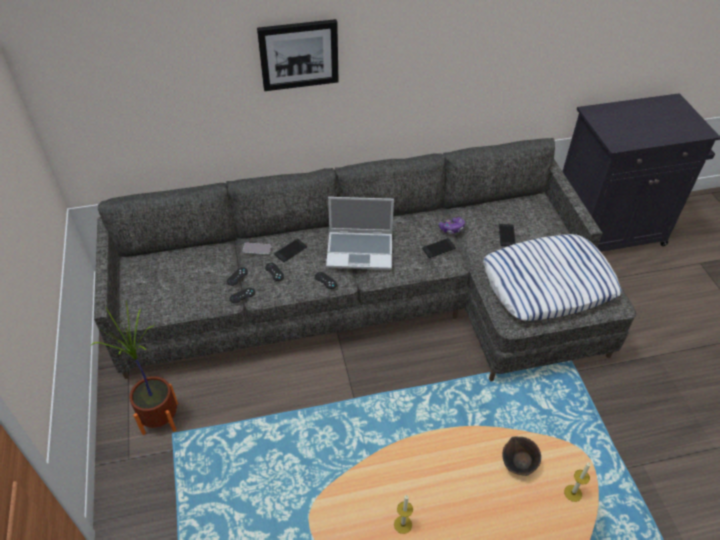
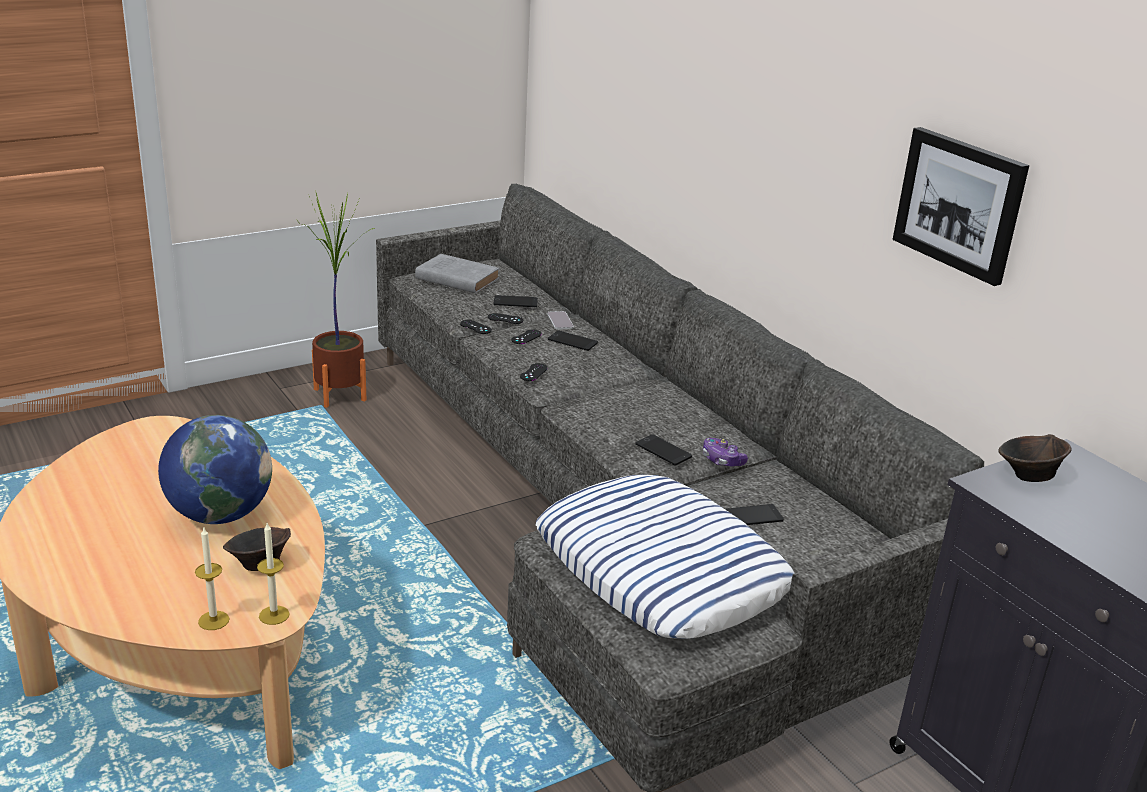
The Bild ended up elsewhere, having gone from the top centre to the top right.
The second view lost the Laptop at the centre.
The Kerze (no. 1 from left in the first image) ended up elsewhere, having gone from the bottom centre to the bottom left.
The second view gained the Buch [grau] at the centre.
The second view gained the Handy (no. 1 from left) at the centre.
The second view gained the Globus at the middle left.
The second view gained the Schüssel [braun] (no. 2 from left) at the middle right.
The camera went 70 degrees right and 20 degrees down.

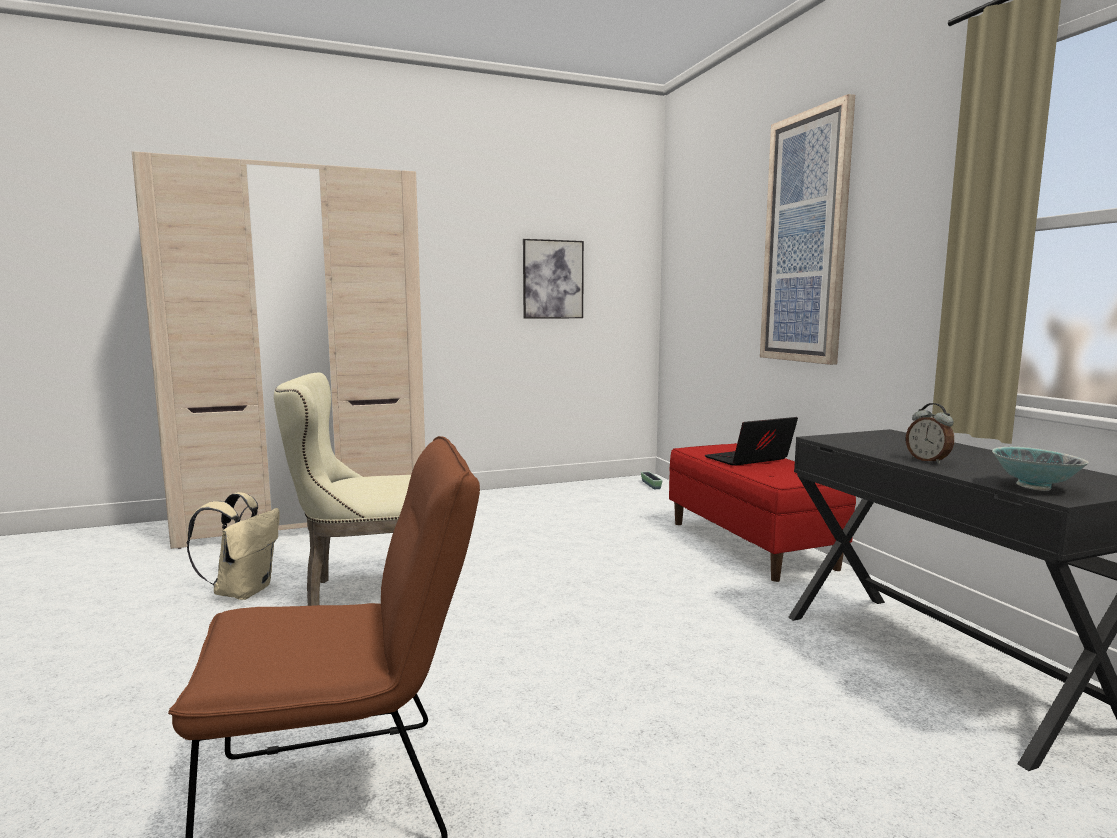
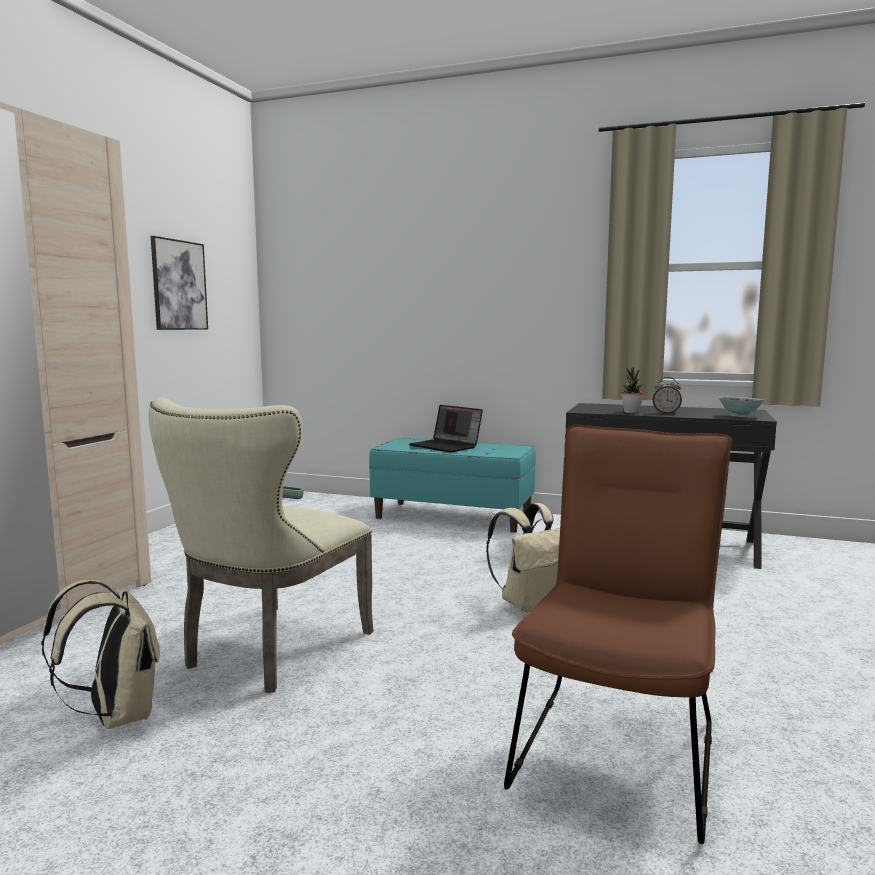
The second view lost the Bild (no. 2 from left) at the top right.
The Laptop at the middle right ended up facing another way, 60 degrees counterclockwise from before.
What was the Bank [rot] at the middle right turned into the Bank [türkis] at the centre.
The second view gained the Topfpflanze at the middle right.
The second view gained the Rucksack [beige] (no. 2 from left) at the centre.
The camera went 50 degrees left and 0 degrees up.

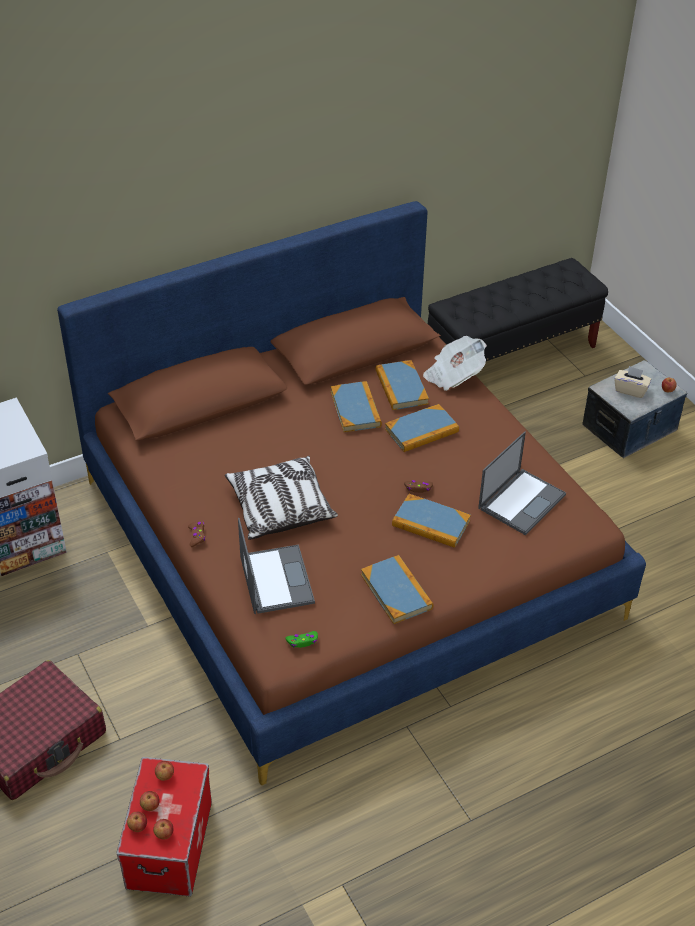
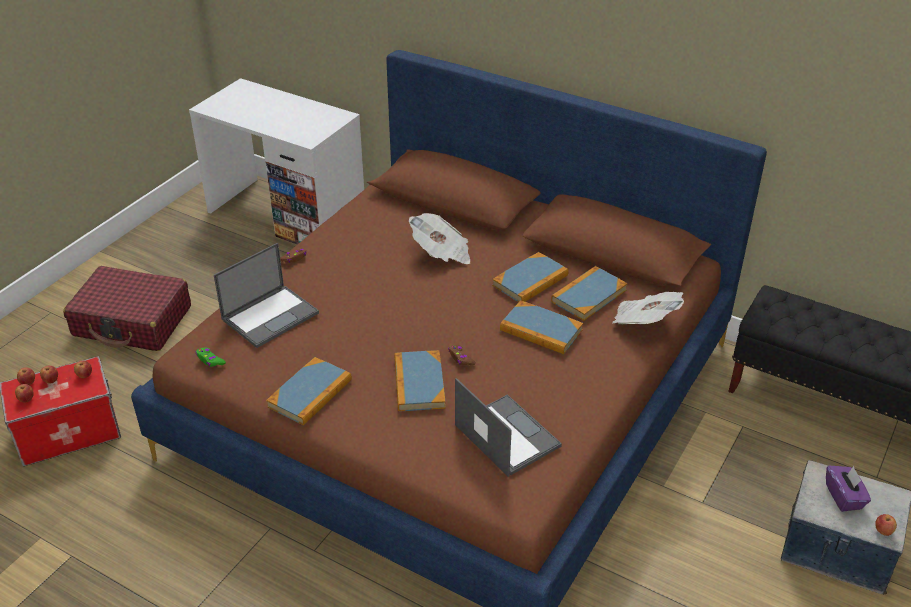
What was the Taschentuchbox [beige] at the middle right turned into the Taschentuchbox [lila] at the bottom right.
The Laptop (no. 2 from left) at the middle right ended up facing another way, 135 degrees counterclockwise from before.
The second view lost the Kissen at the centre.
The second view gained the Zeitung (no. 1 from left) at the centre.
The camera went 60 degrees right and 5 degrees down.

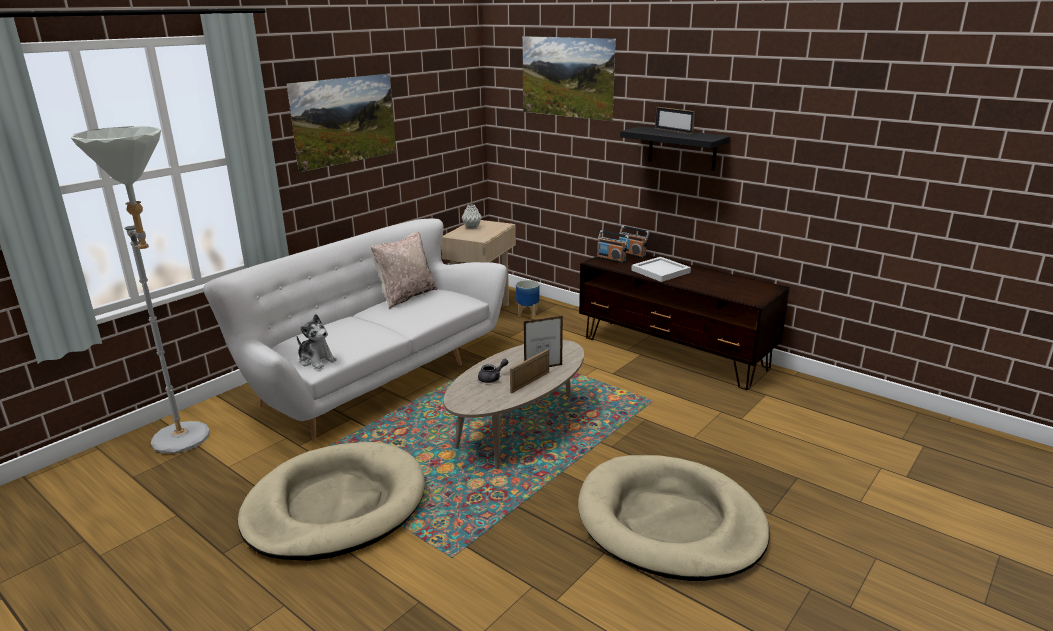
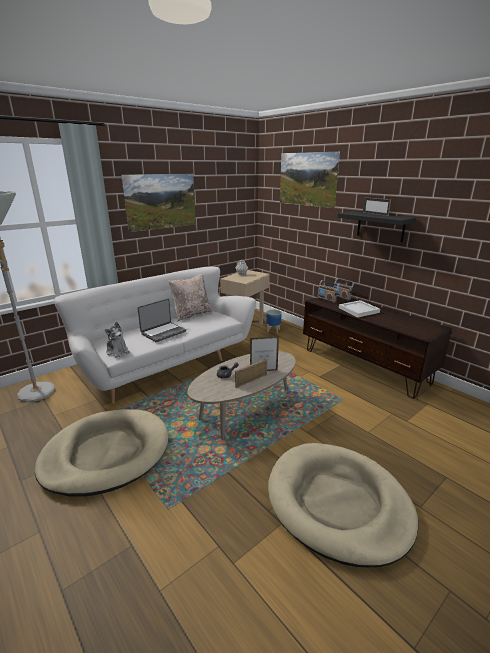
The second view gained the Laptop at the middle left.
The camera went 10 degrees right and 0 degrees up.

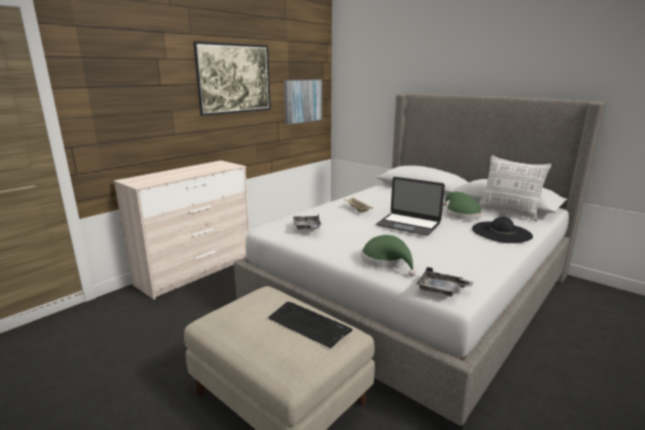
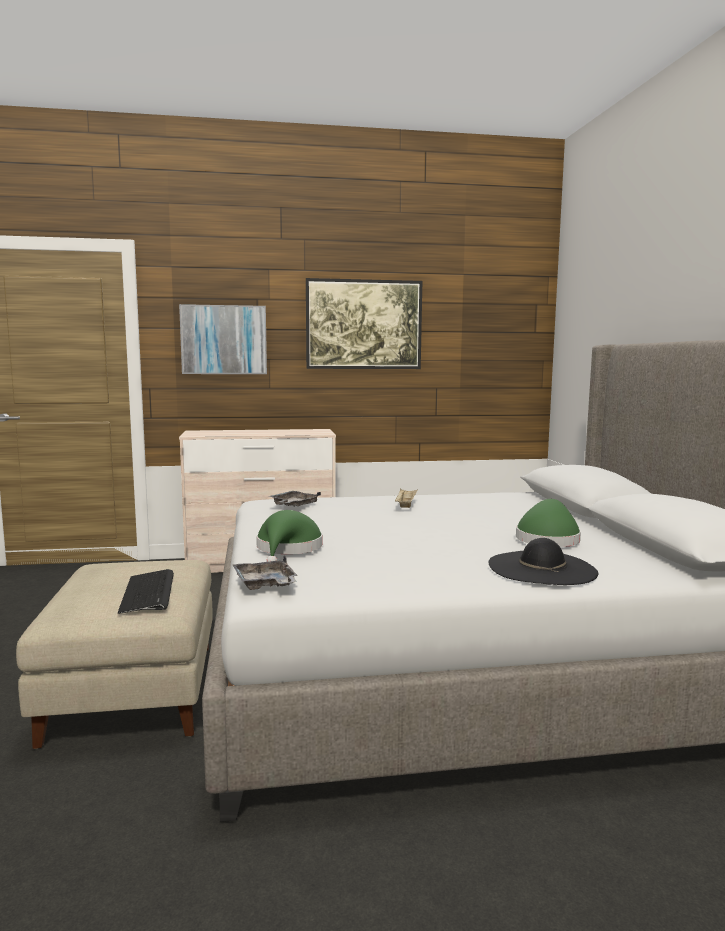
The Bild (no. 2 from left in the first image) ended up elsewhere, having gone from the top centre to the middle left.
The second view lost the Kissen at the middle right.
The second view lost the Laptop at the centre.
The camera went 40 degrees right and 10 degrees down.

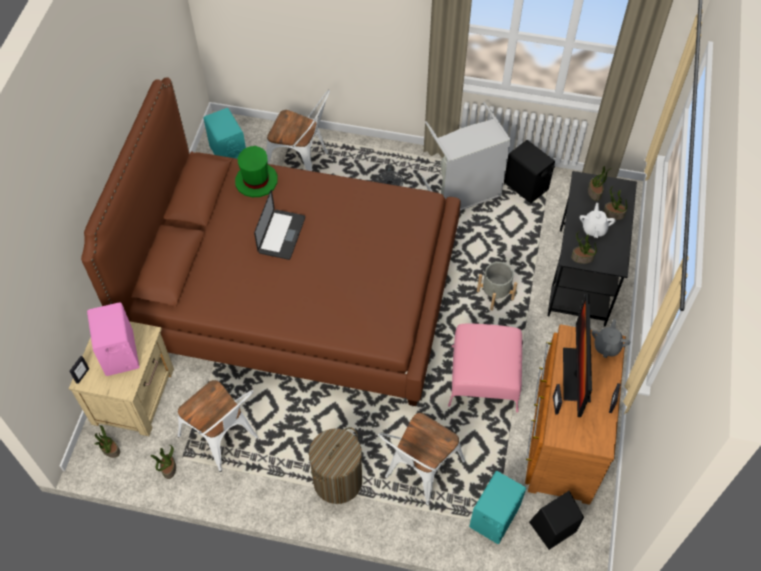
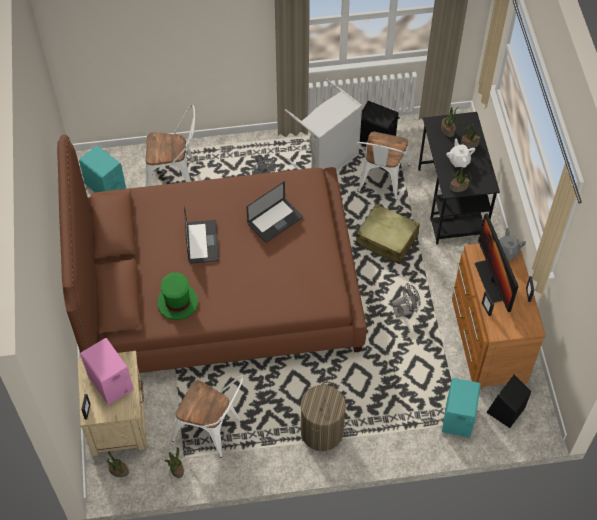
The Hut [grün] ended up elsewhere, having gone from the top centre to the middle left.
Where the Pflanzkübel [grau] stood at the centre, the Koffer [beige] came to stand at the centre.
Where the Polsterhocker [rosa] stood at the centre, the Ventilator [grau] (no. 2 from left) came to stand at the middle right.
The Stuhl [weiß] (no. 3 from left) ended up elsewhere, having gone from the bottom centre to the top centre.
The second view gained the Laptop (no. 2 from left) at the centre.
The camera went 20 degrees left and 0 degrees up.

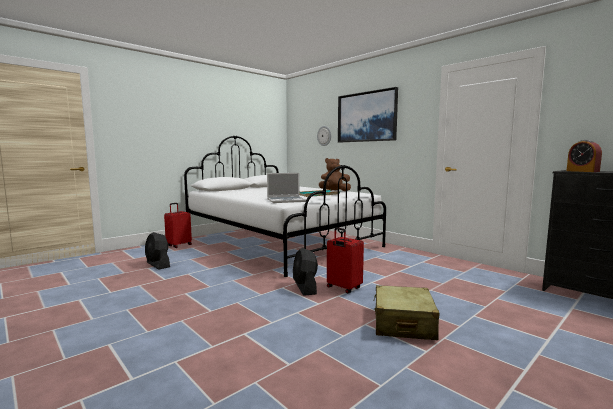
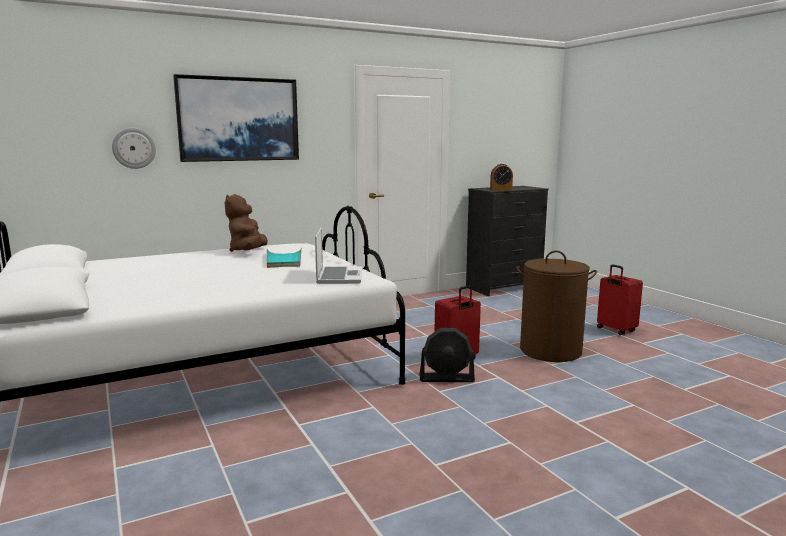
The Koffer [rot] (no. 1 from left in the first image) ended up elsewhere, having gone from the middle left to the middle right.
The second view lost the Ventilator [schwarz] (no. 1 from left) at the middle left.
Where the Koffer [beige] stood at the bottom centre, the Wäschekorb [braun] came to stand at the middle right.
The camera went 75 degrees left and 5 degrees up.

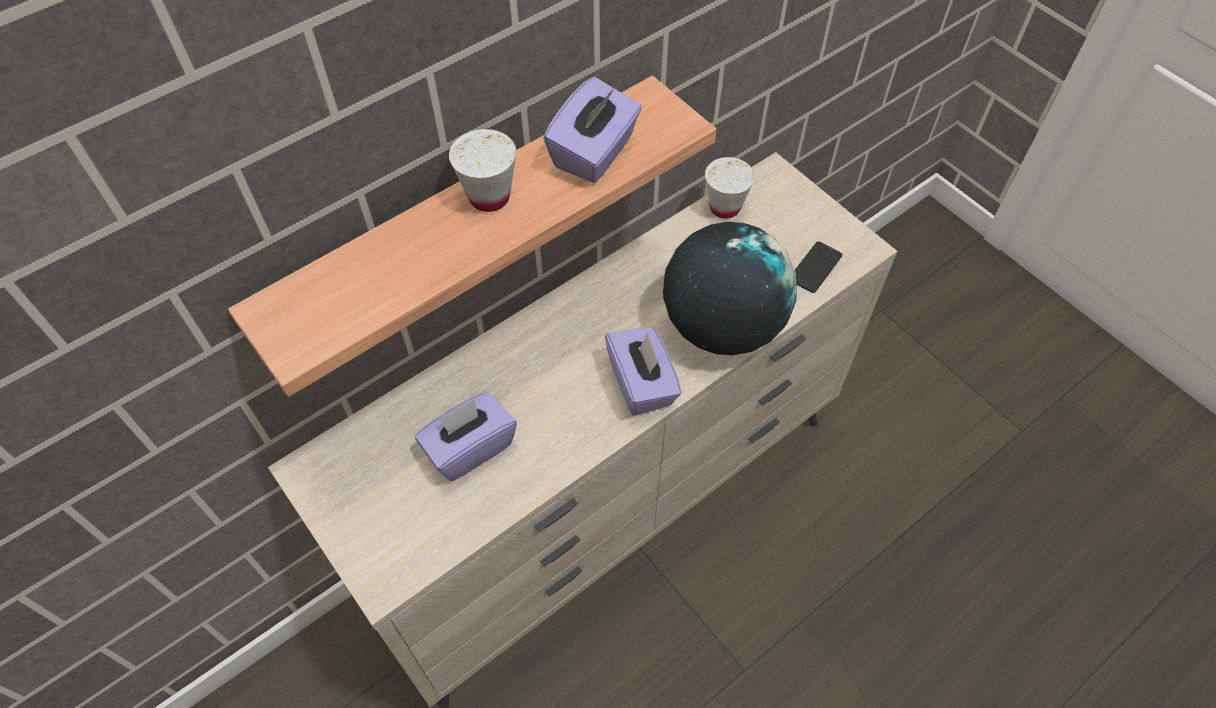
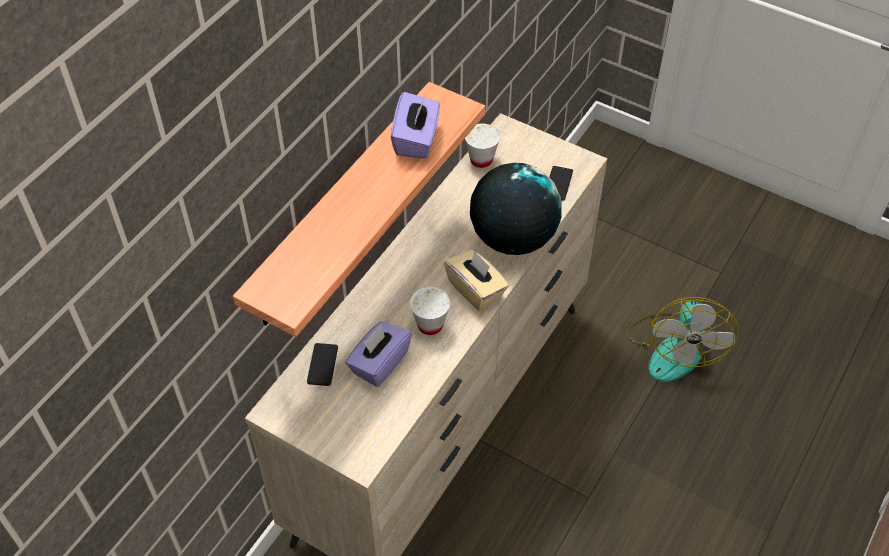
The Tasse [weiß] (no. 1 from left) ended up elsewhere, having gone from the top centre to the centre.
What was the Taschentuchbox [lila] (no. 3 from left) at the centre turned into the Taschentuchbox [beige] at the centre.
The second view gained the Ventilator at the middle right.
The second view gained the Handy (no. 1 from left) at the centre.
The camera went 20 degrees left and 5 degrees down.

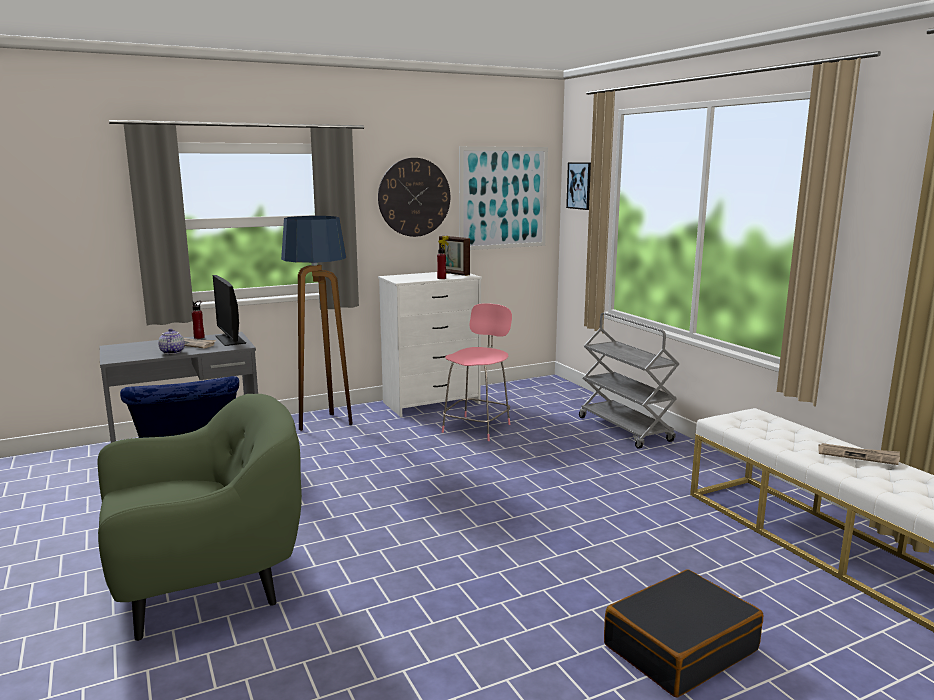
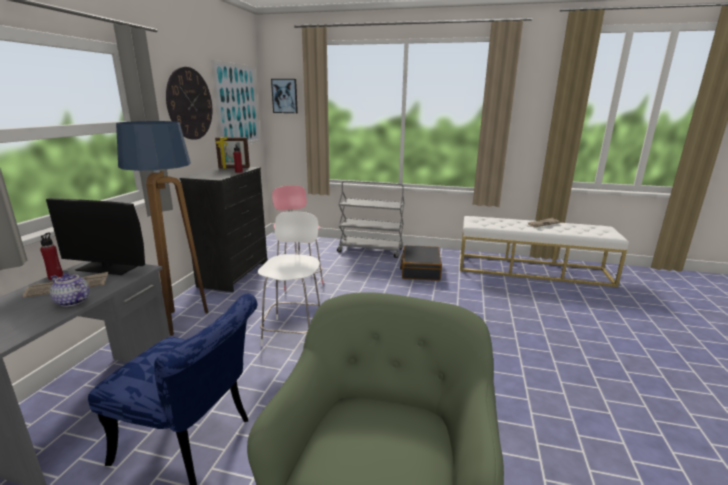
What was the Kommode [weiß] at the centre turned into the Kommode [schwarz] at the middle left.
The Koffer [schwarz] ended up elsewhere, having gone from the bottom right to the centre.
The second view gained the Stuhl [weiß] at the centre.
The camera went 50 degrees left and 5 degrees up.

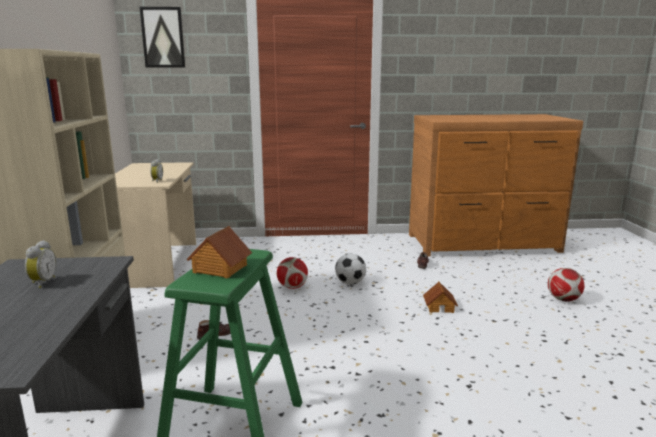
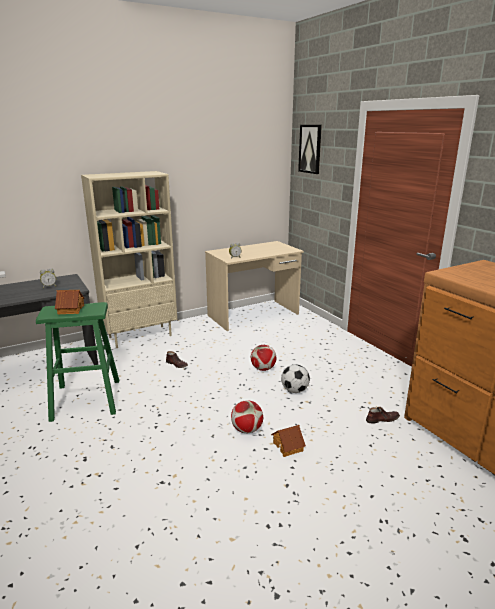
The Fußball (no. 3 from left in the first image) ended up elsewhere, having gone from the middle right to the bottom centre.
The camera went 65 degrees right and 5 degrees up.

